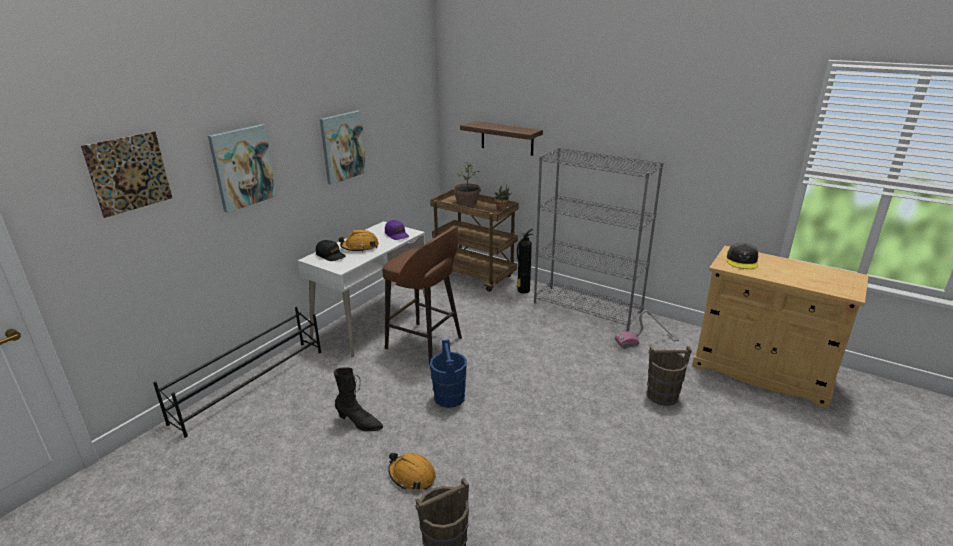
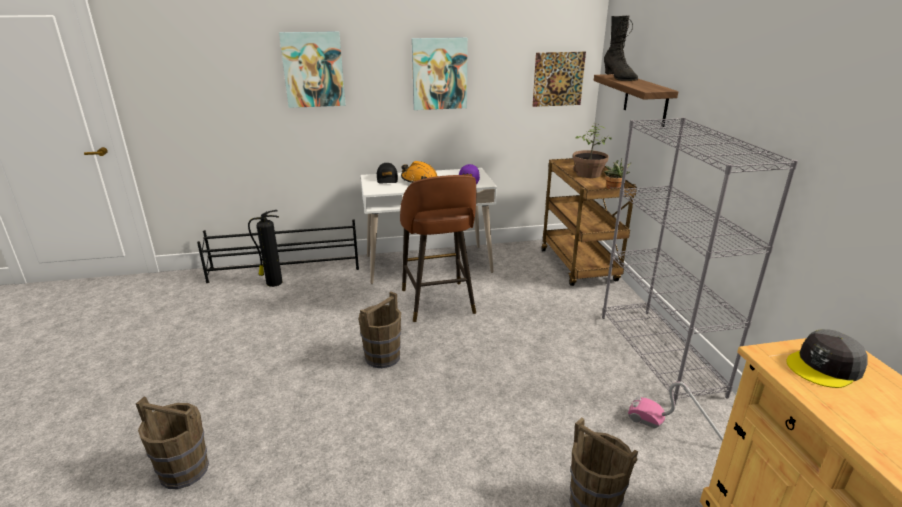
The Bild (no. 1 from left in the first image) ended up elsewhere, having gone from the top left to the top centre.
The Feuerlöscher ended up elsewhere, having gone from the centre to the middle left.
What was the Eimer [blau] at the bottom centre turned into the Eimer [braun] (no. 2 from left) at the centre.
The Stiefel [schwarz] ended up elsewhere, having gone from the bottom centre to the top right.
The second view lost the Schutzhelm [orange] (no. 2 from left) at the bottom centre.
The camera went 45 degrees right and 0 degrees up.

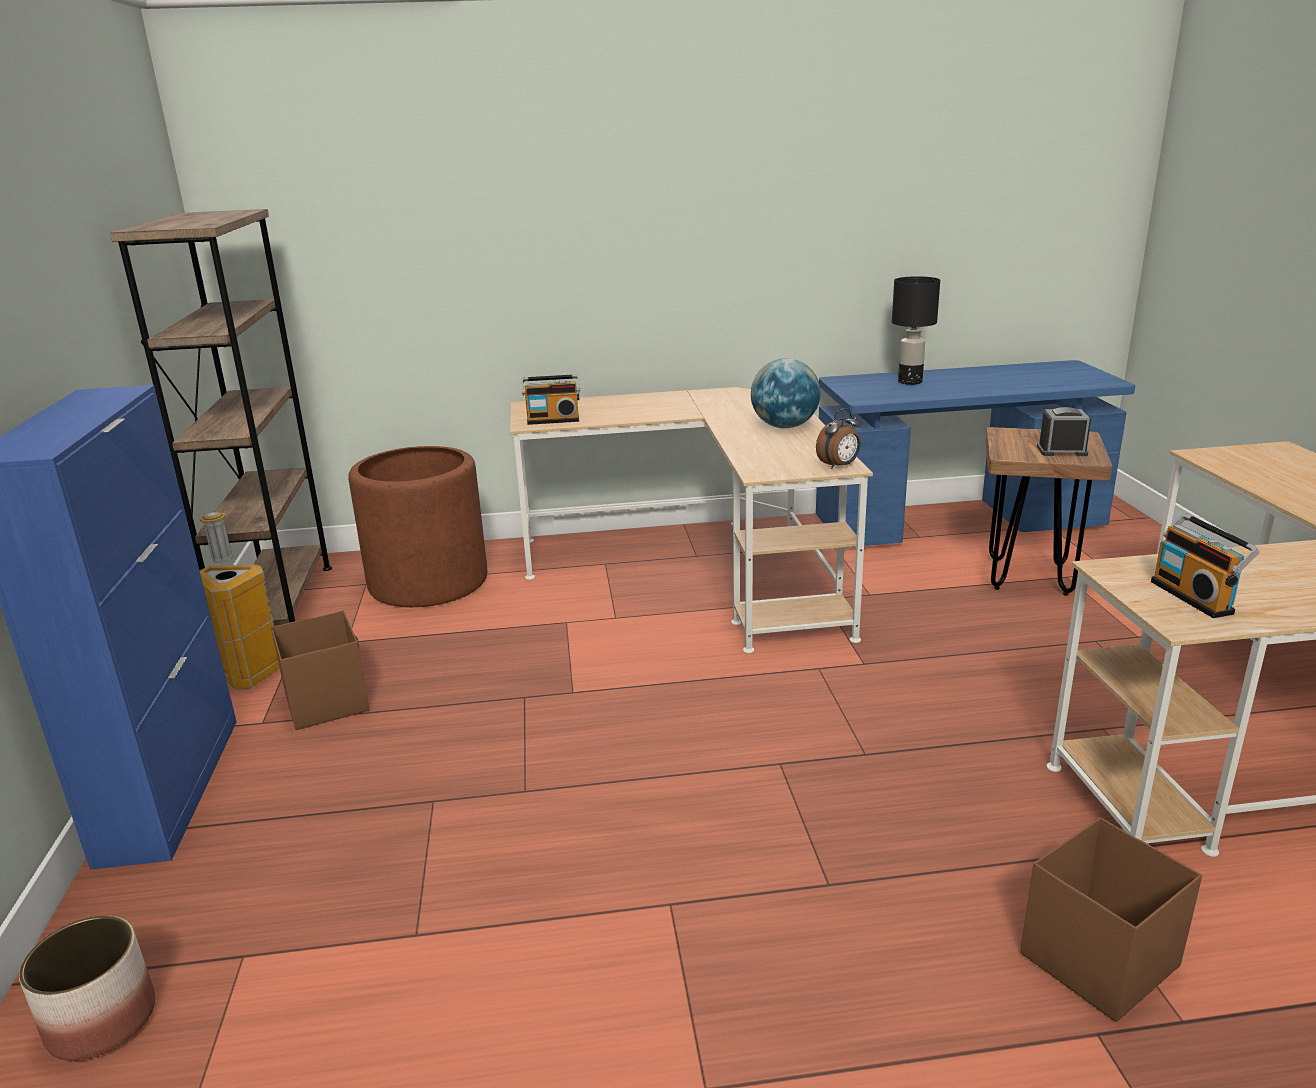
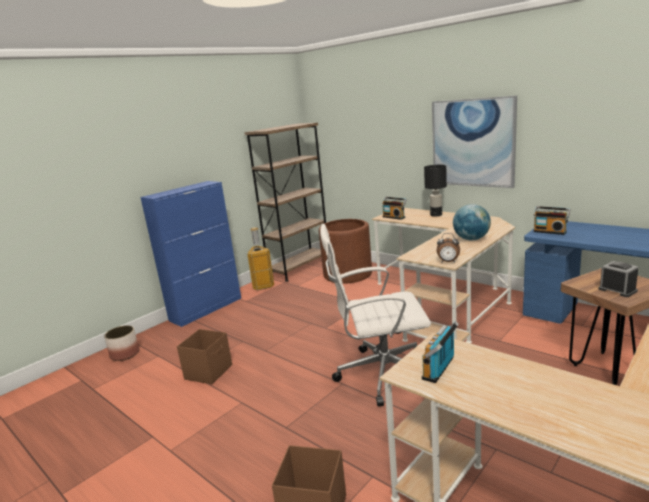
The Tischlampe [schwarz] ended up elsewhere, having gone from the top right to the middle right.
The Aufbewahrungsbox [braun] (no. 1 from left) ended up elsewhere, having gone from the middle left to the bottom left.
The second view gained the Bild at the top right.
The second view gained the Radio (no. 3 from left) at the middle right.
The second view gained the Bürostuhl [weiß] at the centre.
The camera went 50 degrees right and 5 degrees down.

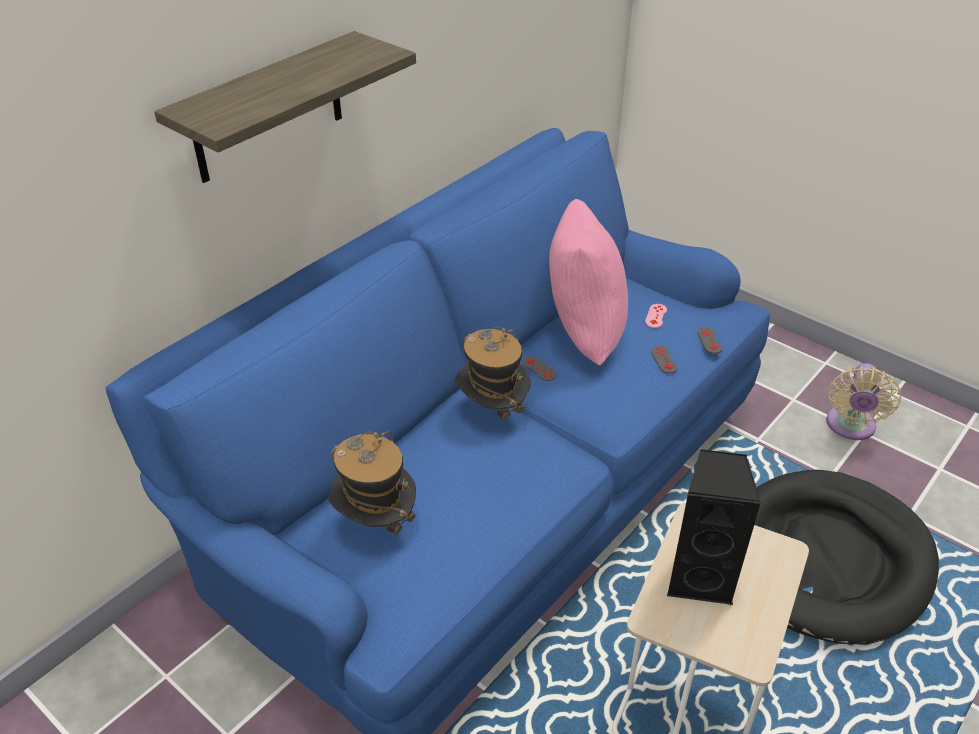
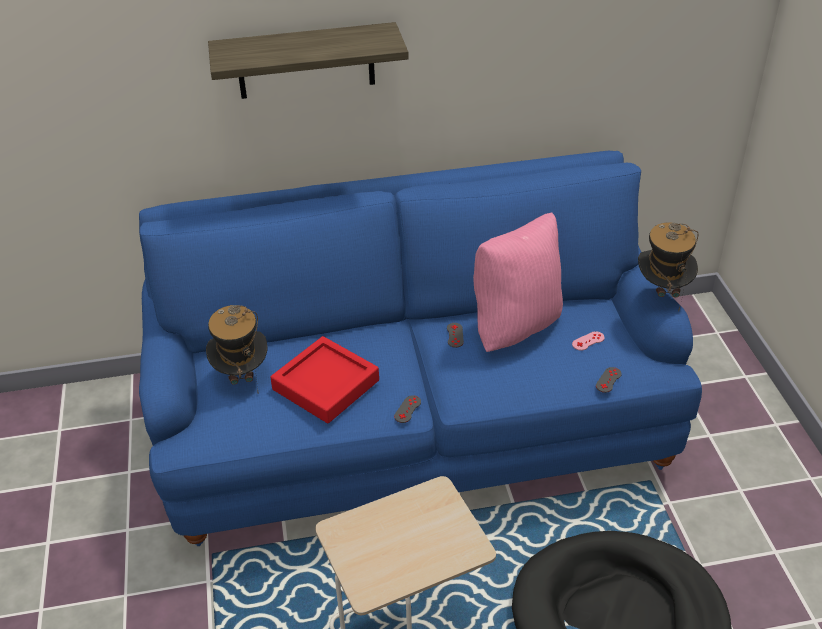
The Hut (no. 2 from left) ended up elsewhere, having gone from the centre to the middle right.
The Gamepad [grau] (no. 2 from left in the first image) ended up elsewhere, having gone from the middle right to the centre.
The second view lost the Ventilator [beige] at the middle right.
The second view lost the Lautsprecher [schwarz] at the bottom right.
The second view gained the Tablett [rot] at the centre.
The camera went 40 degrees right and 0 degrees up.

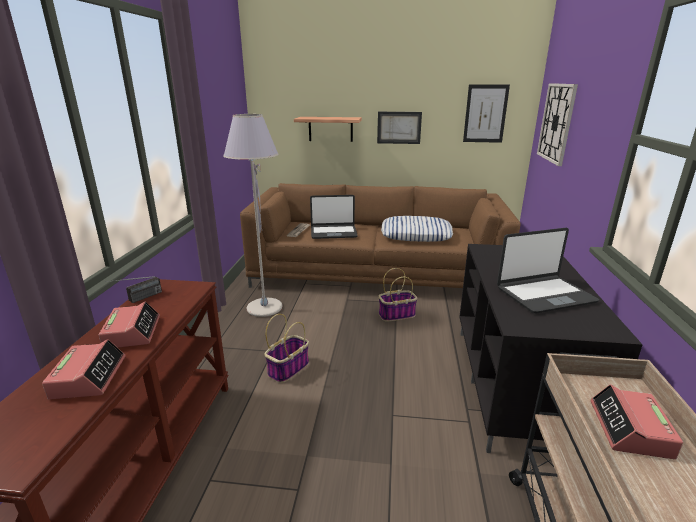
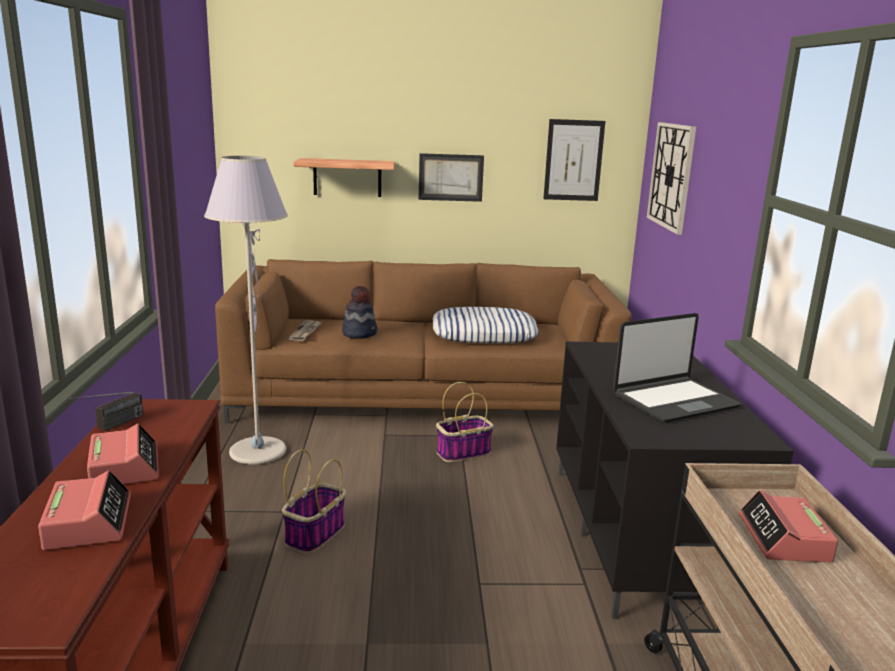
Where the Laptop (no. 1 from left) stood at the centre, the Hut came to stand at the centre.
The camera went 10 degrees left and 5 degrees down.

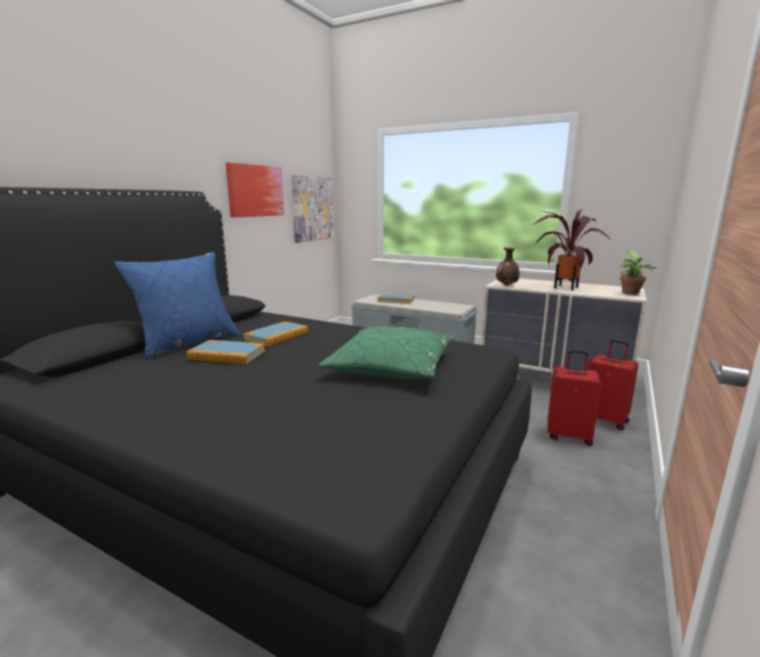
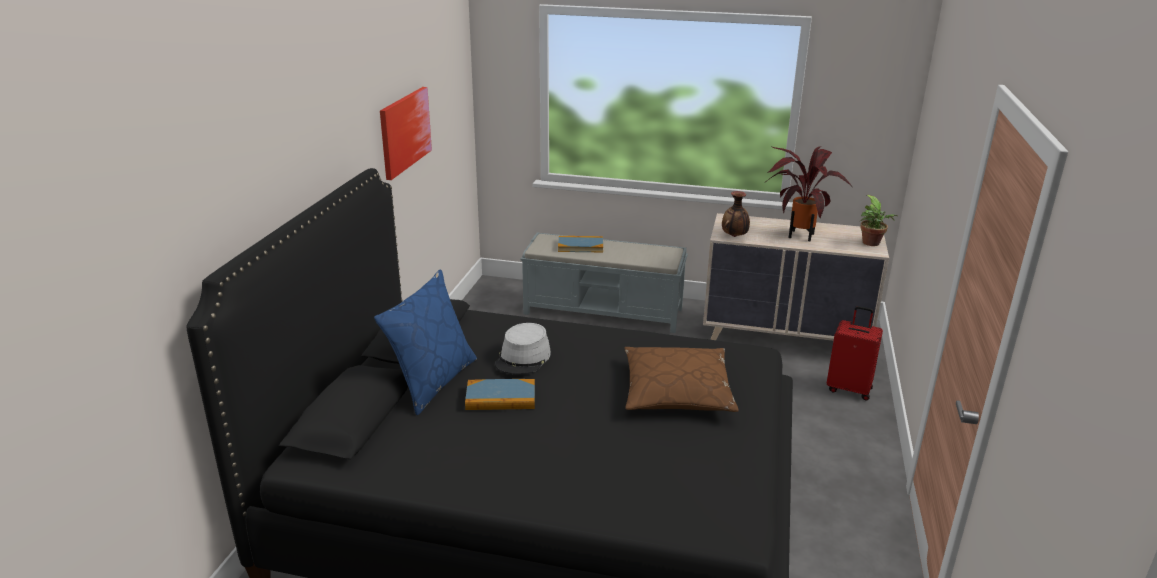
The second view lost the Bild (no. 2 from left) at the top centre.
Where the Buch (no. 2 from left) stood at the centre, the Hut [grau] came to stand at the centre.
What was the Kissen [grün] at the centre turned into the Kissen [braun] at the centre.
The second view lost the Koffer [rot] (no. 1 from left) at the middle right.
The camera went 15 degrees left and 10 degrees up.

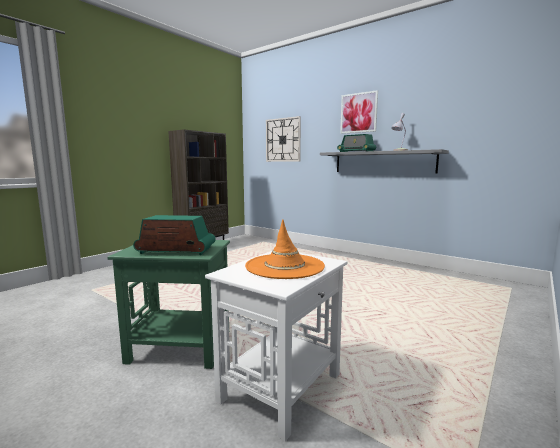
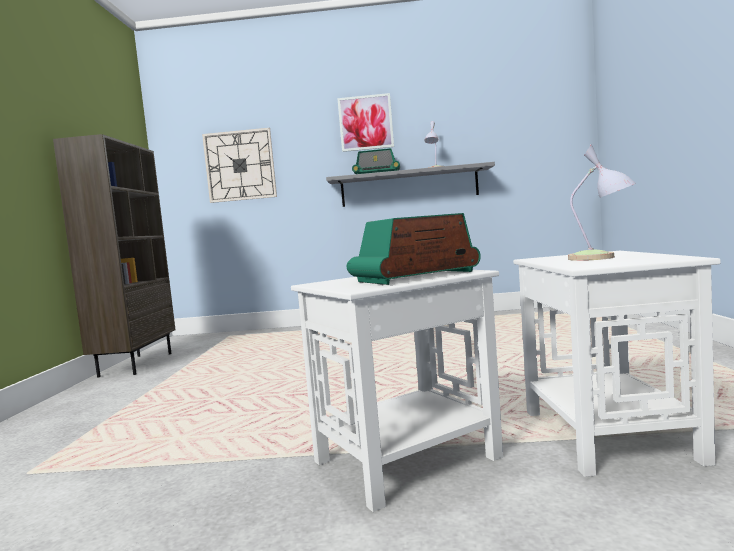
Where the Hut [orange] stood at the centre, the Tischlampe (no. 2 from left) came to stand at the middle right.
What was the Beistelltisch [grün] at the bottom left turned into the Beistelltisch [weiß] (no. 1 from left) at the bottom centre.
The camera went 35 degrees left and 5 degrees down.

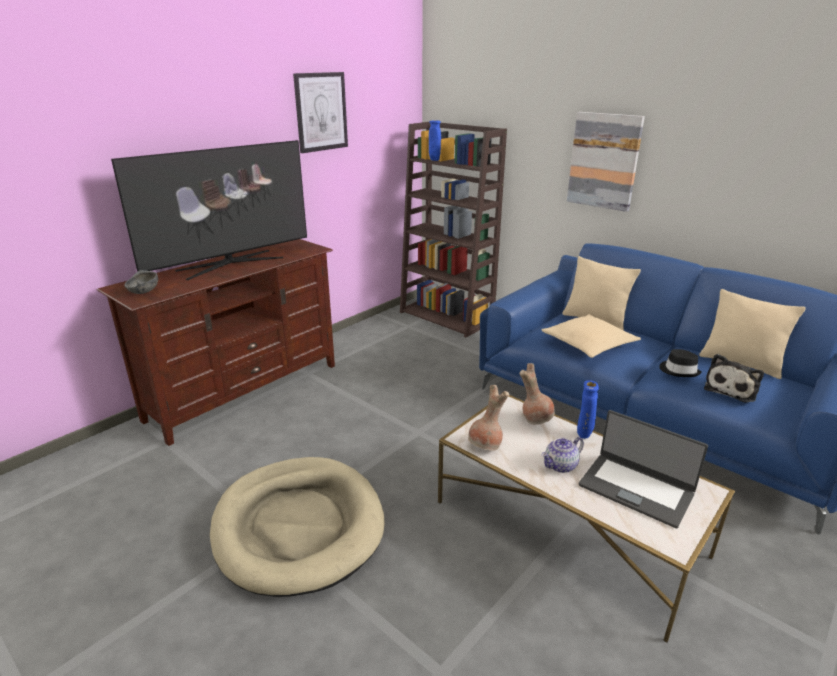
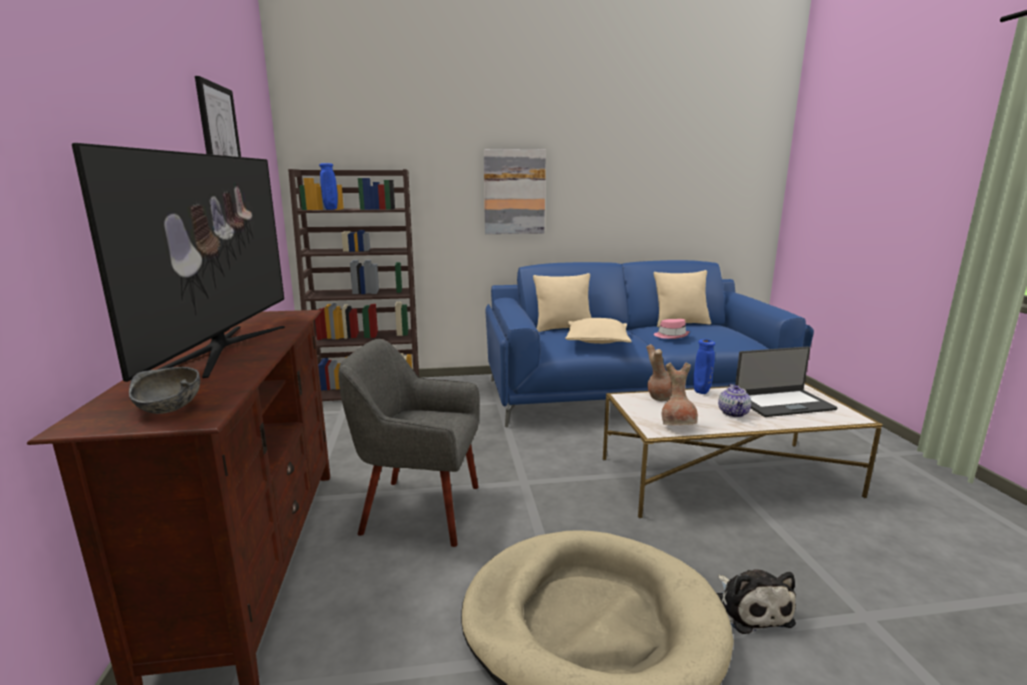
What was the Hut [schwarz] at the middle right turned into the Hut [rosa] at the centre.
The Plüschtier ended up elsewhere, having gone from the middle right to the bottom right.
The second view gained the Sessel [grau] at the centre.
The camera went 50 degrees left and 10 degrees down.

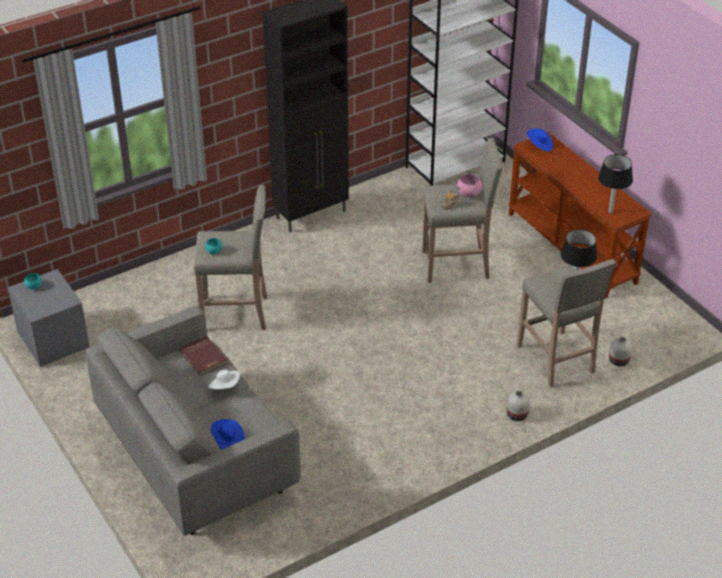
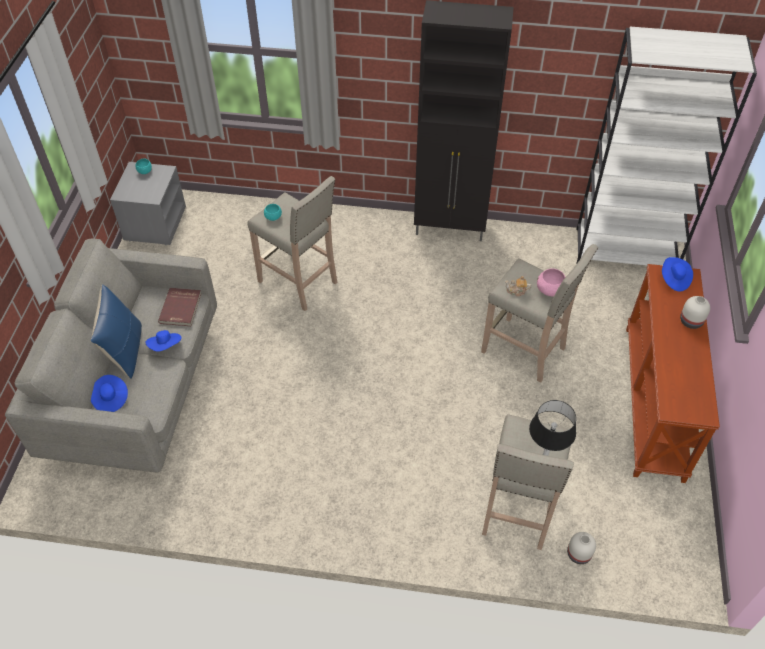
The second view lost the Tischlampe [schwarz] (no. 2 from left) at the top right.
What was the Hut [weiß] at the middle left turned into the Hut [blau] (no. 2 from left) at the middle left.
The Vase [weiß] (no. 1 from left in the first image) ended up elsewhere, having gone from the bottom right to the middle right.
The second view gained the Kissen [blau] at the middle left.
The camera went 40 degrees right and 10 degrees up.

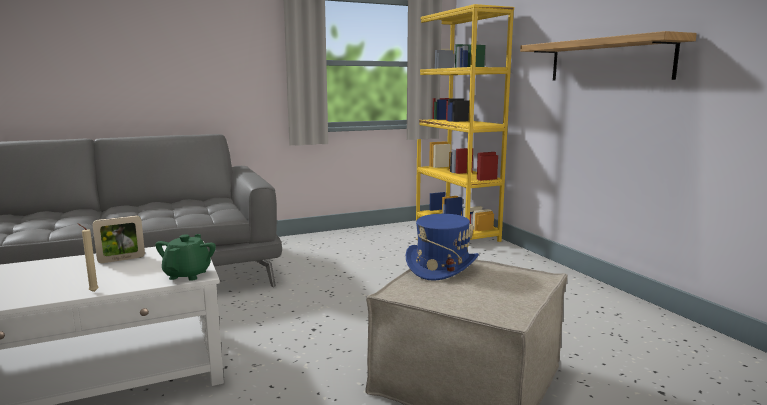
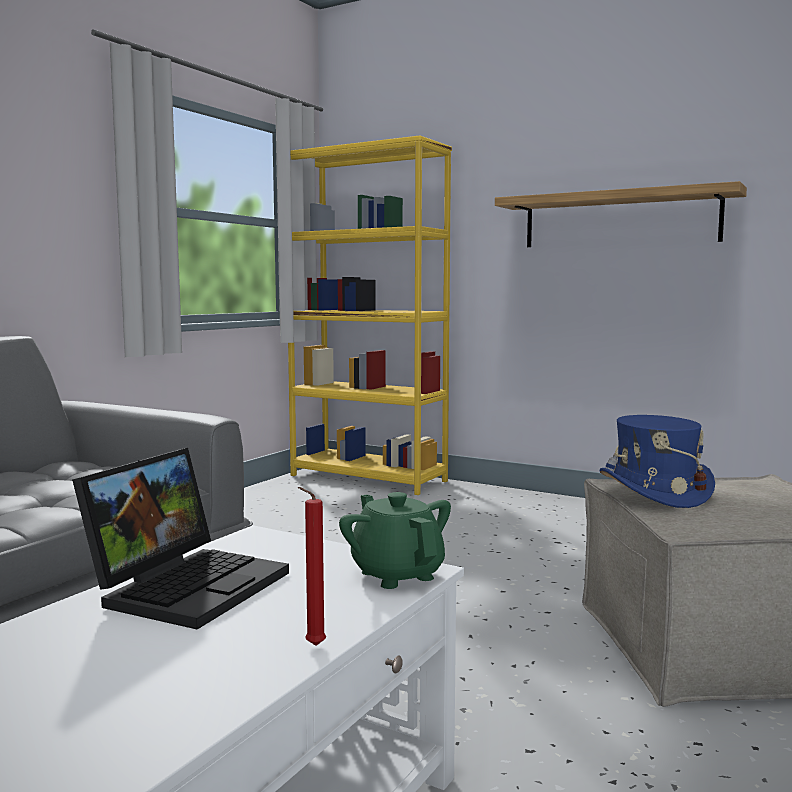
Where the Bilderrahmen stood at the middle left, the Laptop came to stand at the bottom left.
What was the Kerze [beige] at the middle left turned into the Kerze [rot] at the bottom centre.
The camera went 35 degrees left and 5 degrees down.

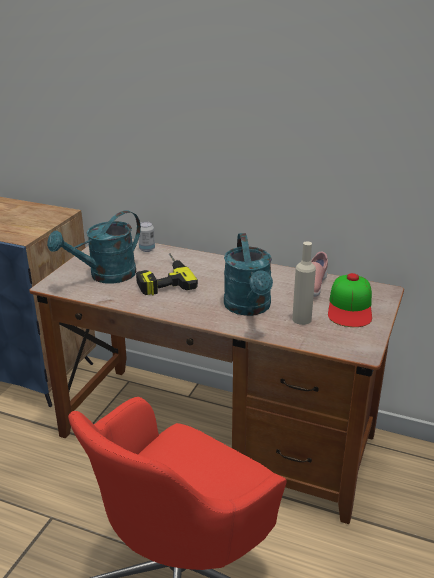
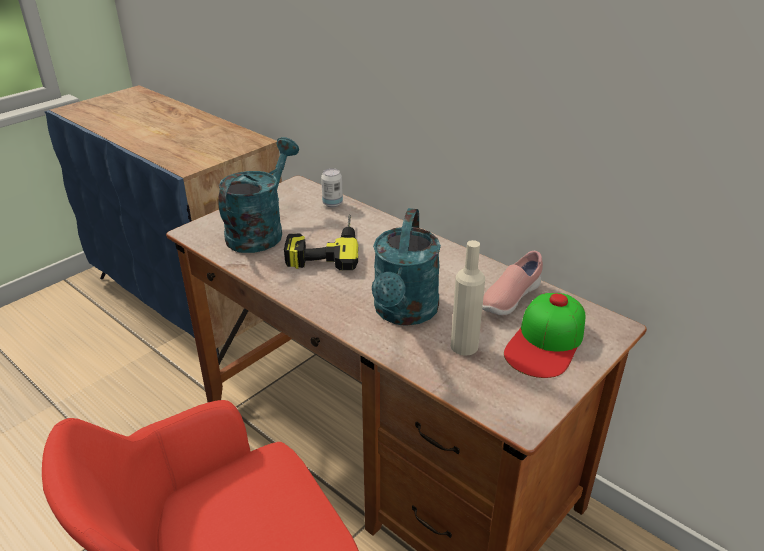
The Gießkanne [türkis] (no. 1 from left) at the middle left ended up facing another way, 135 degrees clockwise from before.
The camera went 20 degrees right and 5 degrees up.

